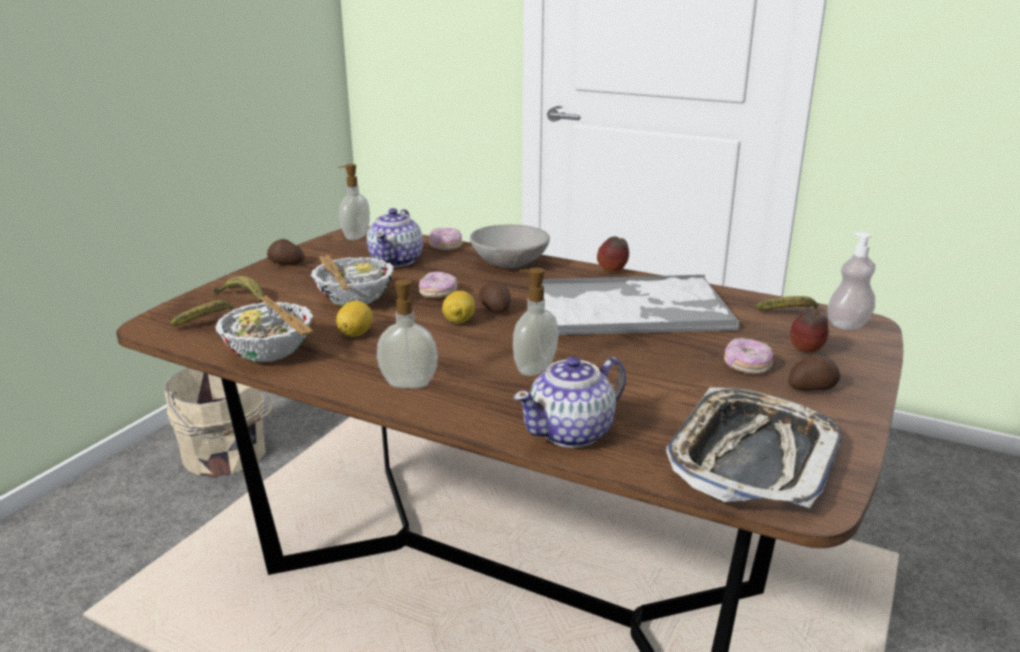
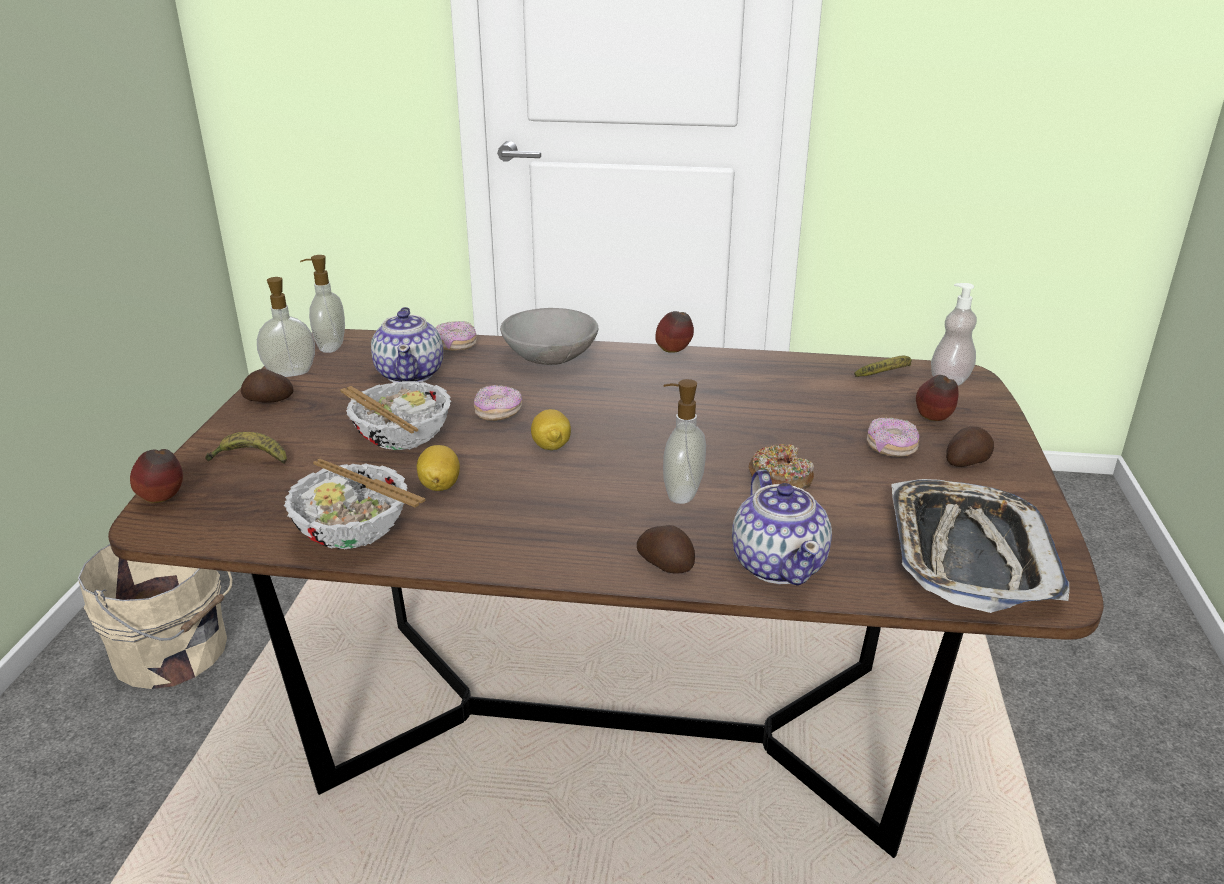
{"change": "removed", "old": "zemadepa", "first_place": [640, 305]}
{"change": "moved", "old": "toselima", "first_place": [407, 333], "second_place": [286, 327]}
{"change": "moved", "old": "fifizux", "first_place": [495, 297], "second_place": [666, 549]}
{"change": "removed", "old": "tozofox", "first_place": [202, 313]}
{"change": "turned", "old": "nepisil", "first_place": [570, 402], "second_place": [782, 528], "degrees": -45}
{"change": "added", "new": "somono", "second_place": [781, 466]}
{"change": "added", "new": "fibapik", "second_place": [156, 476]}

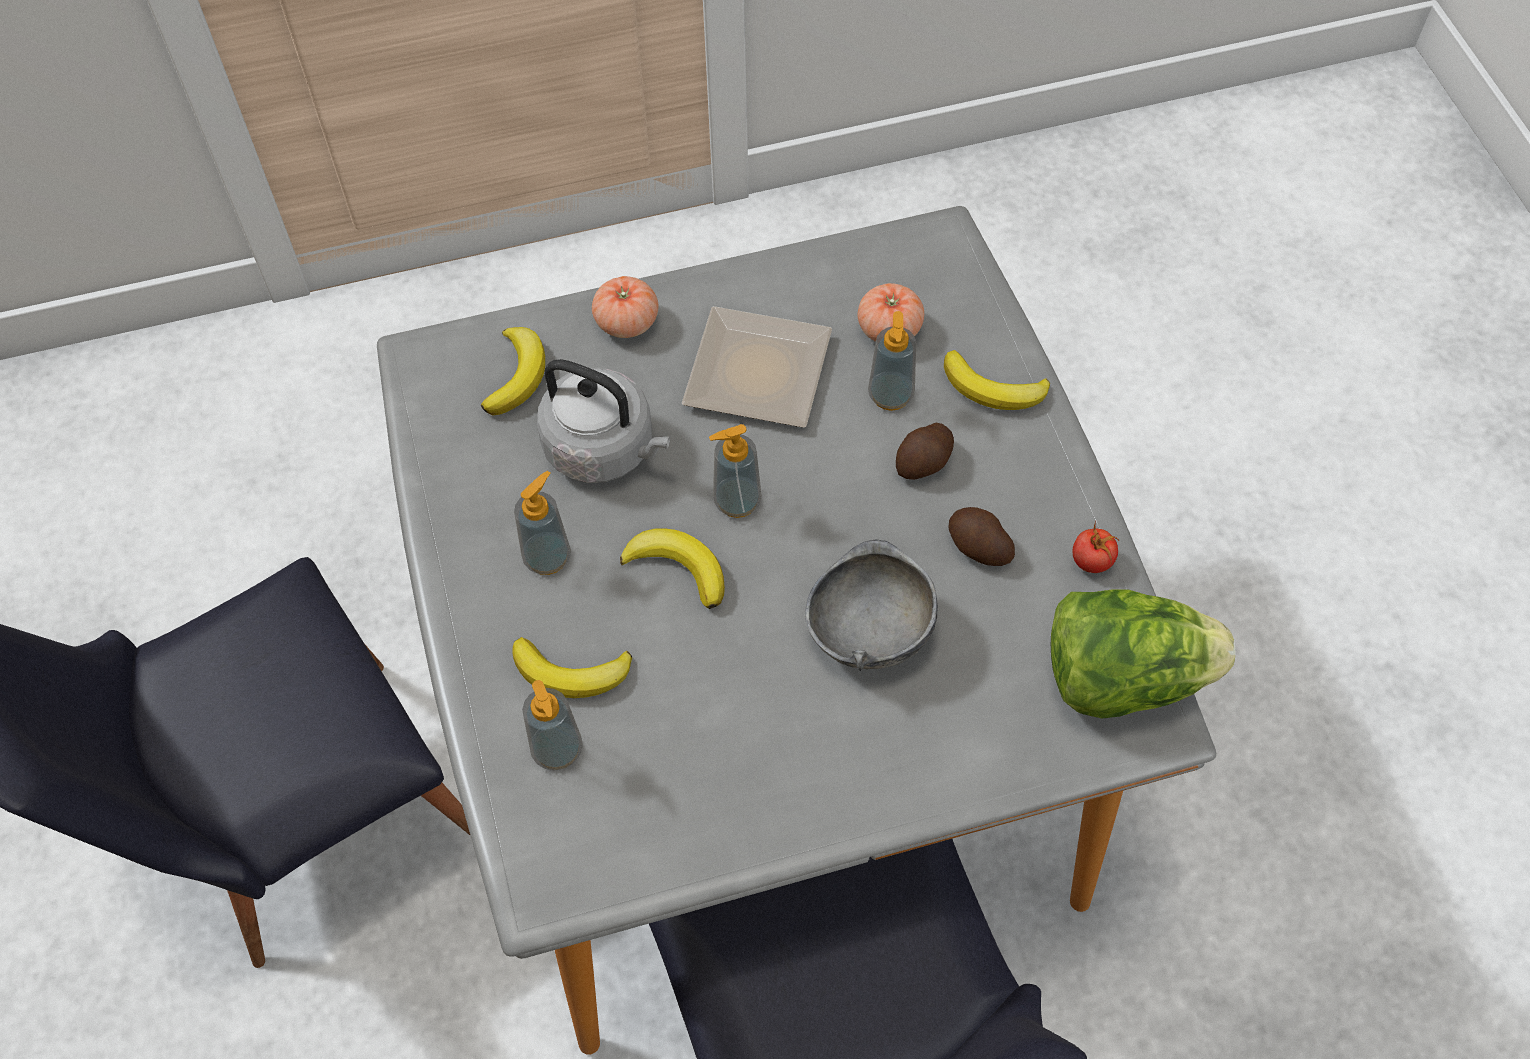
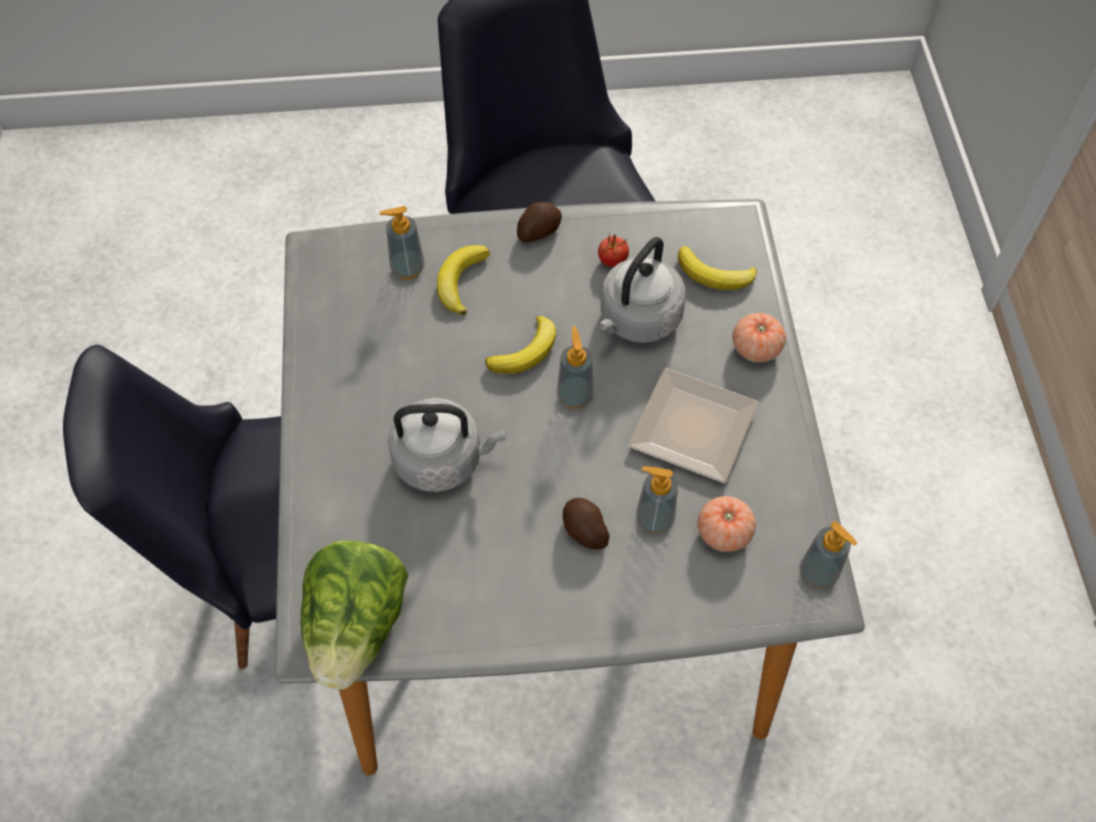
{"change": "removed", "old": "tozofox", "first_place": [997, 380]}
{"change": "moved", "old": "toselima", "first_place": [542, 523], "second_place": [829, 555]}
{"change": "moved", "old": "fifizux", "first_place": [981, 536], "second_place": [539, 222]}
{"change": "moved", "old": "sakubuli", "first_place": [1096, 547], "second_place": [613, 250]}
{"change": "replaced", "old": "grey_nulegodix", "new": "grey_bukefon", "first_place": [871, 605], "second_place": [446, 445]}

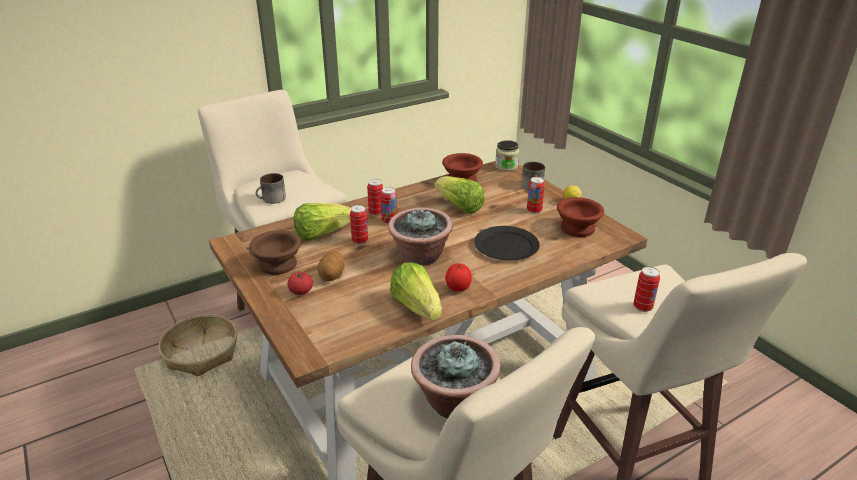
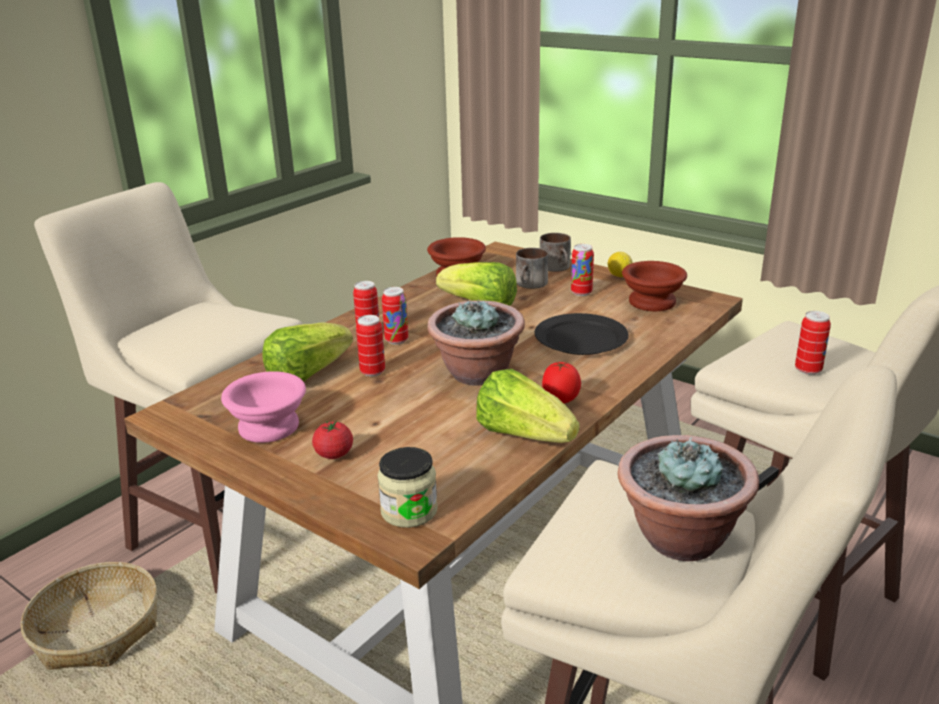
{"change": "moved", "old": "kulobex", "first_place": [507, 155], "second_place": [407, 487]}
{"change": "moved", "old": "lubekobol", "first_place": [271, 188], "second_place": [532, 268]}
{"change": "recoloured", "old": "brown_nulegodix", "new": "pink_nulegodix", "first_place": [275, 252], "second_place": [263, 407]}
{"change": "removed", "old": "fifizux", "first_place": [331, 266]}

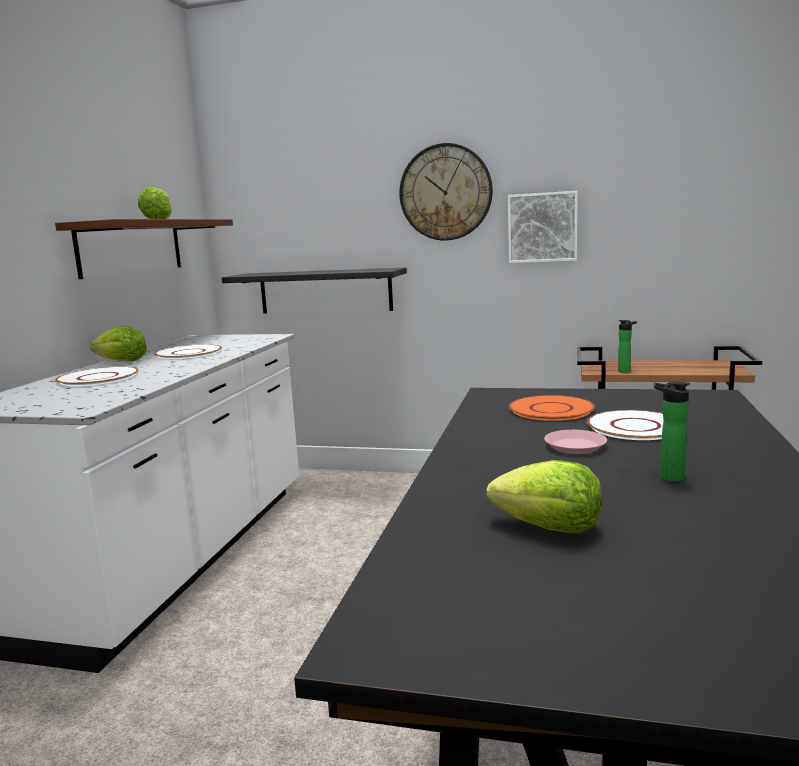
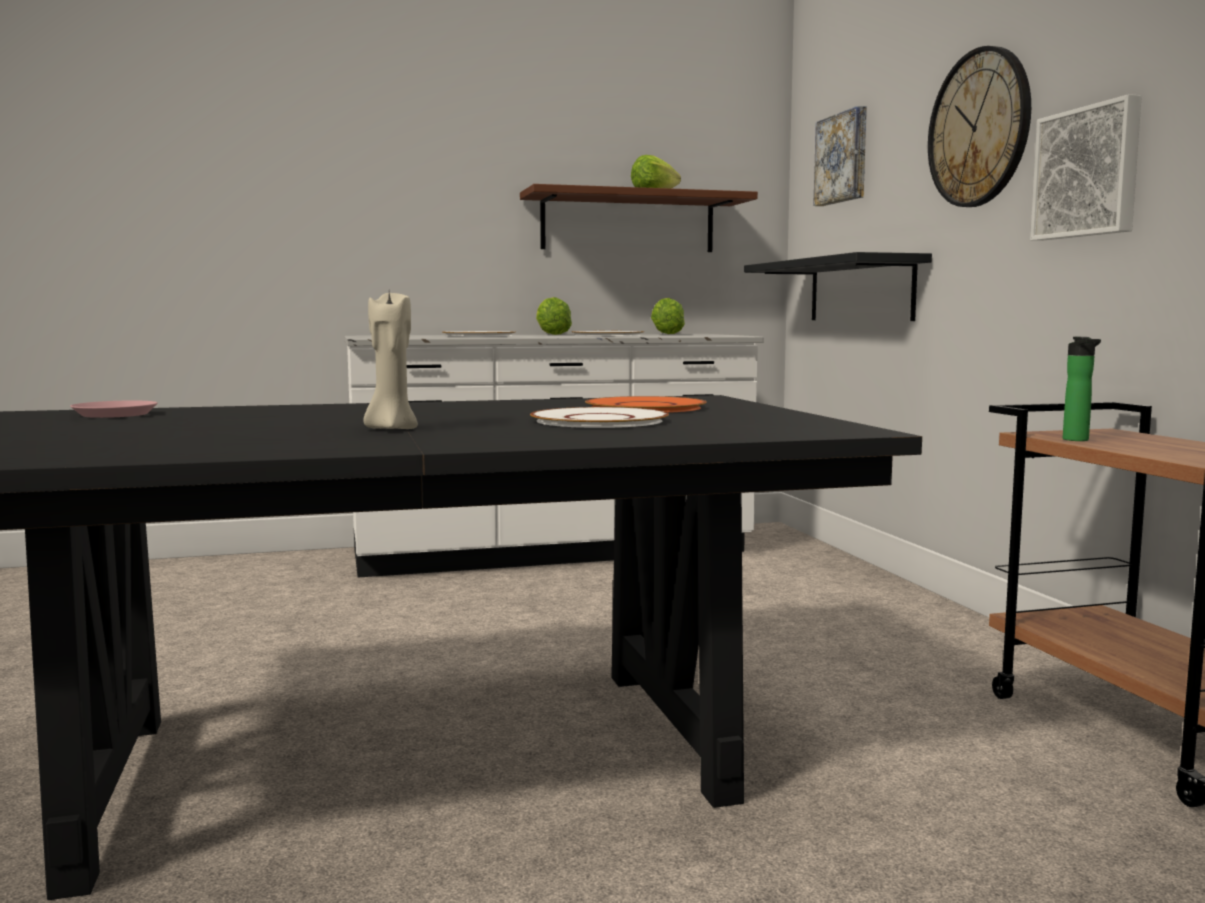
{"change": "replaced", "old": "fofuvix", "new": "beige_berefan", "first_place": [672, 432], "second_place": [391, 360]}
{"change": "moved", "old": "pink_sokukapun", "first_place": [575, 442], "second_place": [114, 409]}
{"change": "moved", "old": "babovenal", "first_place": [544, 497], "second_place": [668, 316]}
{"change": "added", "new": "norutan", "second_place": [840, 156]}

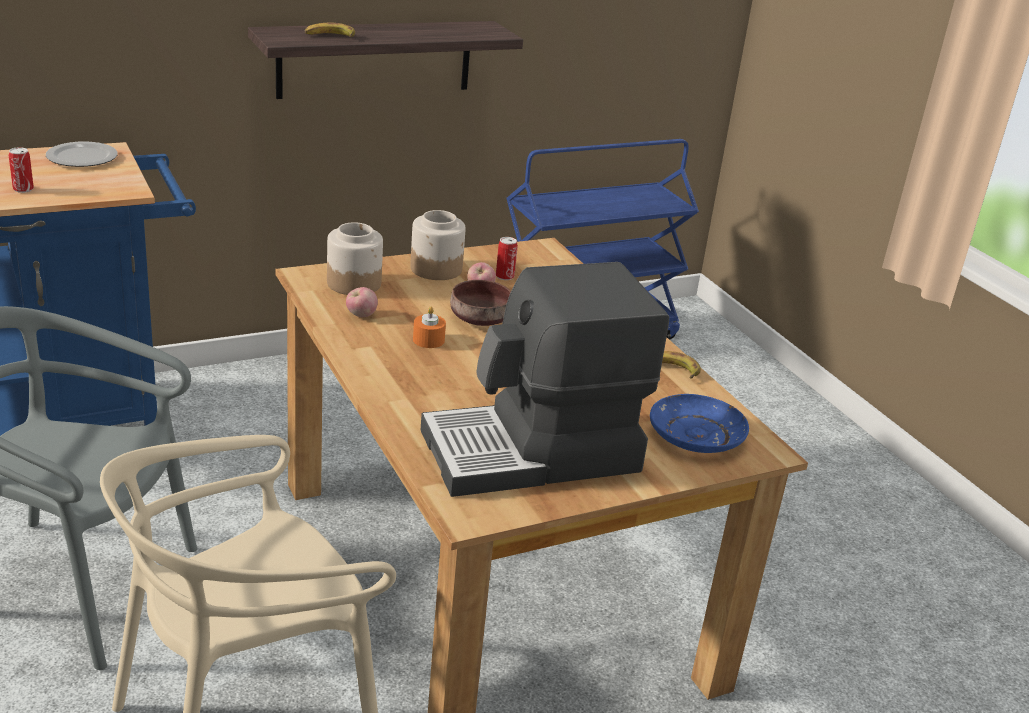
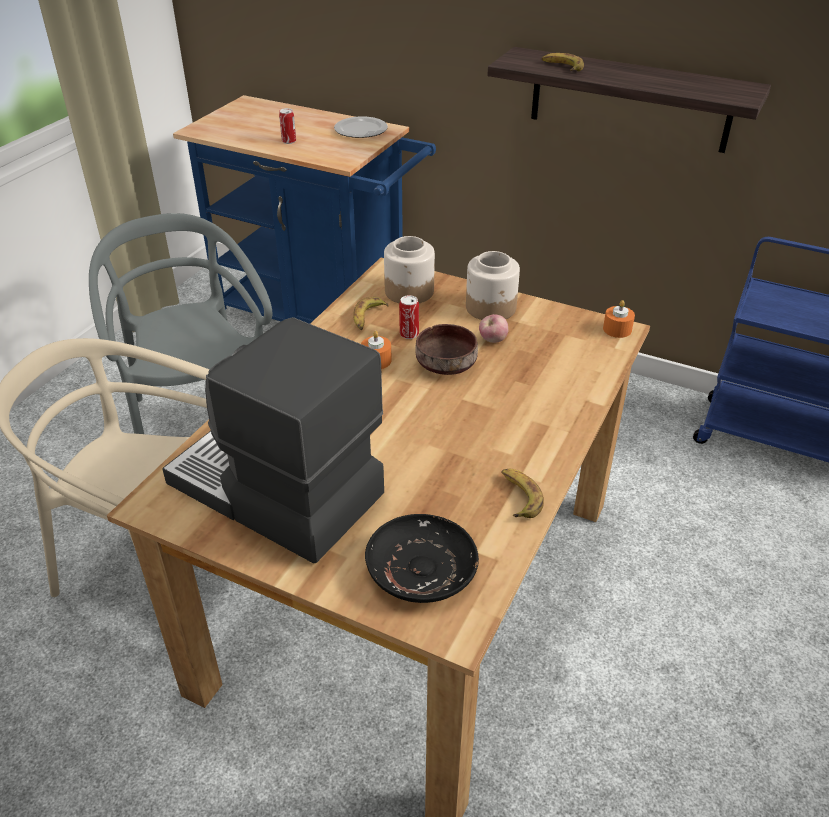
{"change": "moved", "old": "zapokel", "first_place": [507, 258], "second_place": [409, 317]}
{"change": "replaced", "old": "fibapik", "new": "tozofox", "first_place": [362, 302], "second_place": [371, 313]}
{"change": "recoloured", "old": "blue_sokukapun", "new": "black_sokukapun", "first_place": [699, 423], "second_place": [422, 558]}
{"change": "added", "new": "orange_berefan", "second_place": [619, 319]}

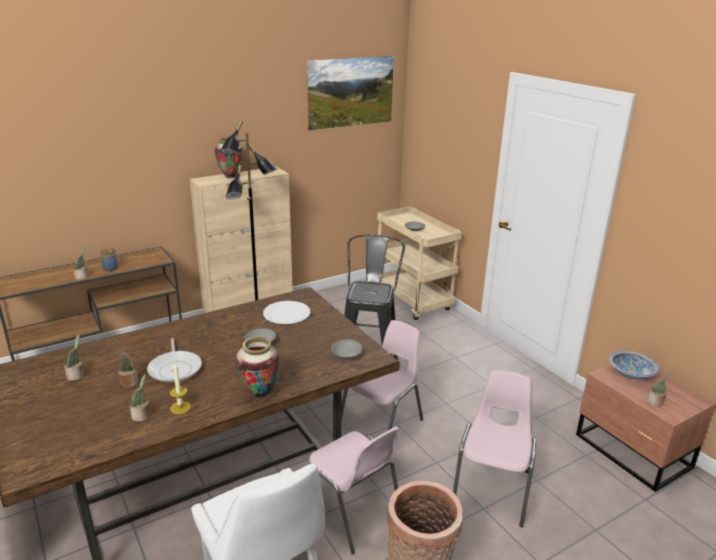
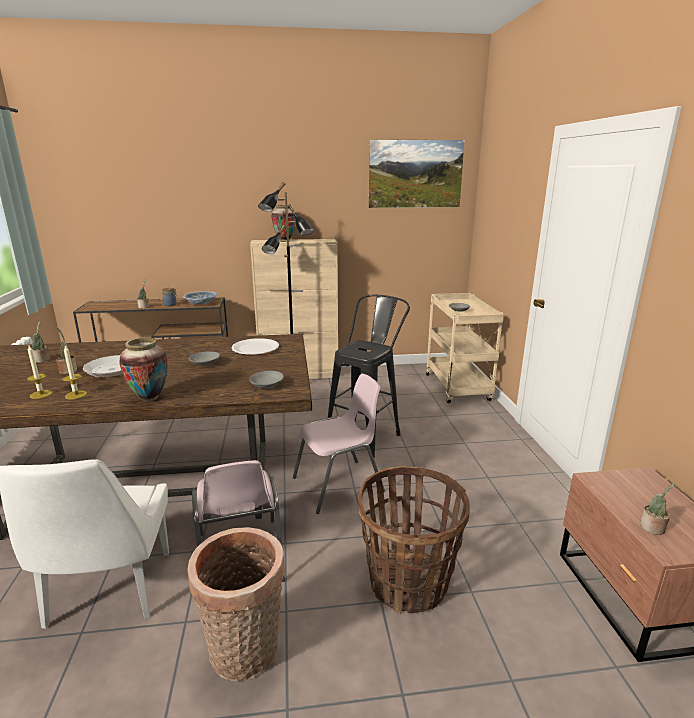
{"change": "moved", "old": "nulegodix", "first_place": [634, 365], "second_place": [200, 298]}
{"change": "replaced", "old": "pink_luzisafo", "new": "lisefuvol", "first_place": [494, 448], "second_place": [414, 540]}
{"change": "replaced", "old": "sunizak", "new": "berefan", "first_place": [139, 398], "second_place": [39, 372]}

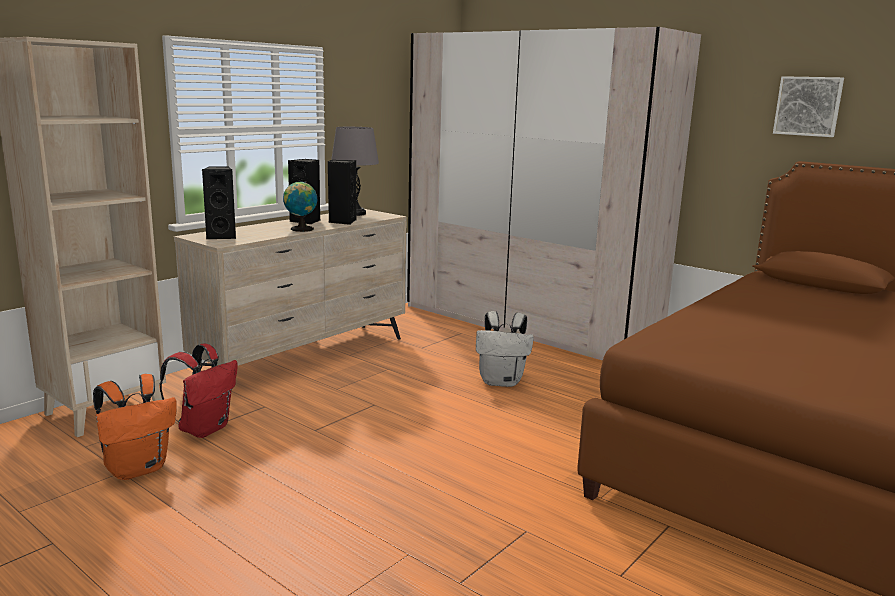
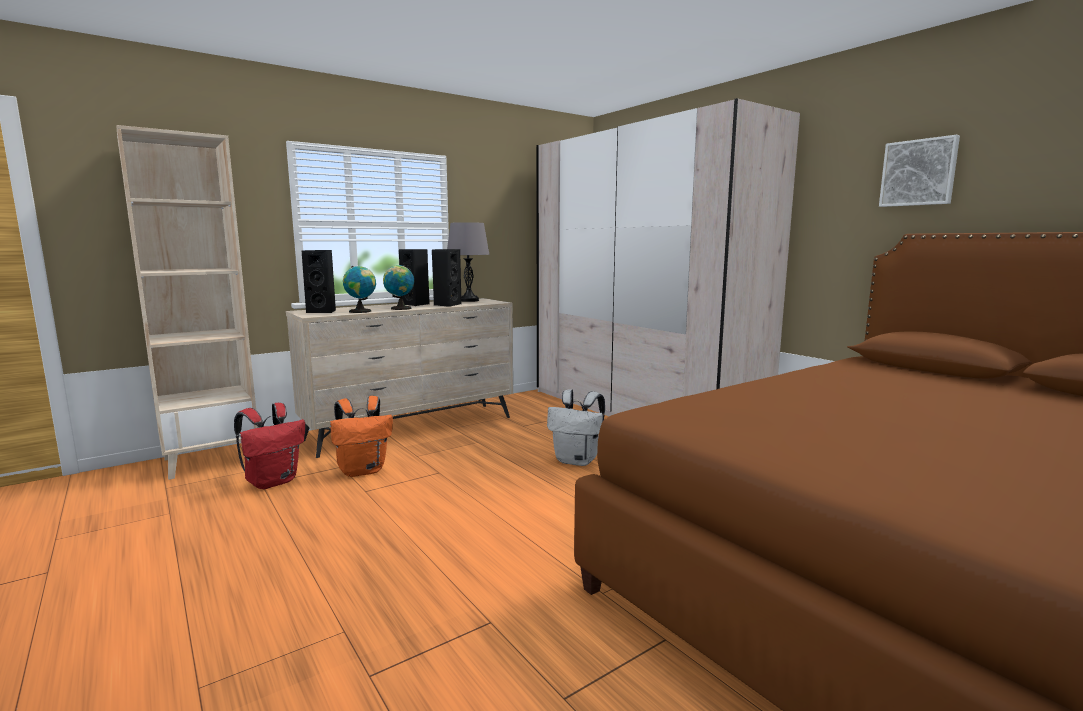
{"change": "moved", "old": "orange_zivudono", "first_place": [135, 427], "second_place": [361, 436]}
{"change": "added", "new": "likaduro", "second_place": [359, 289]}

